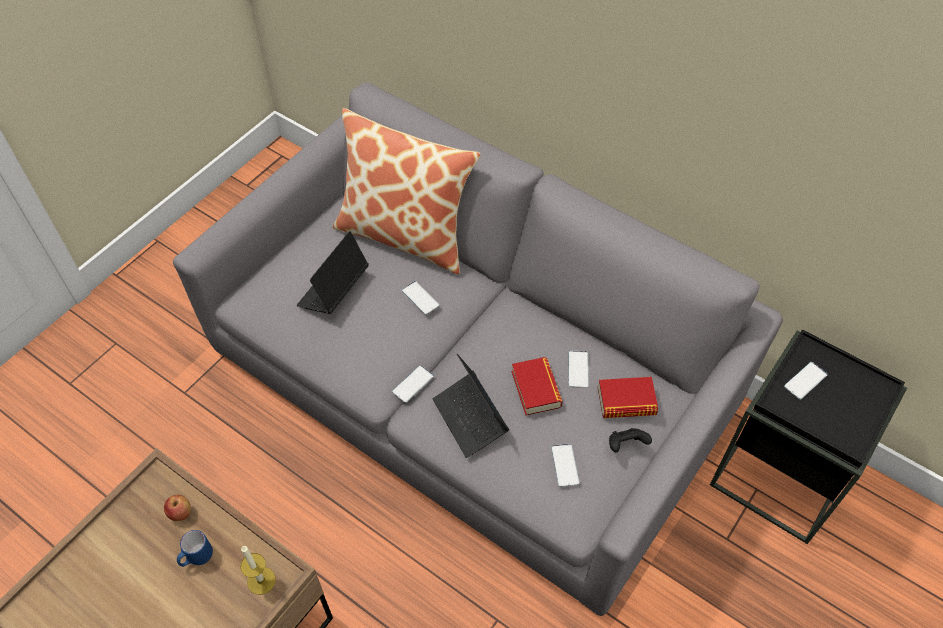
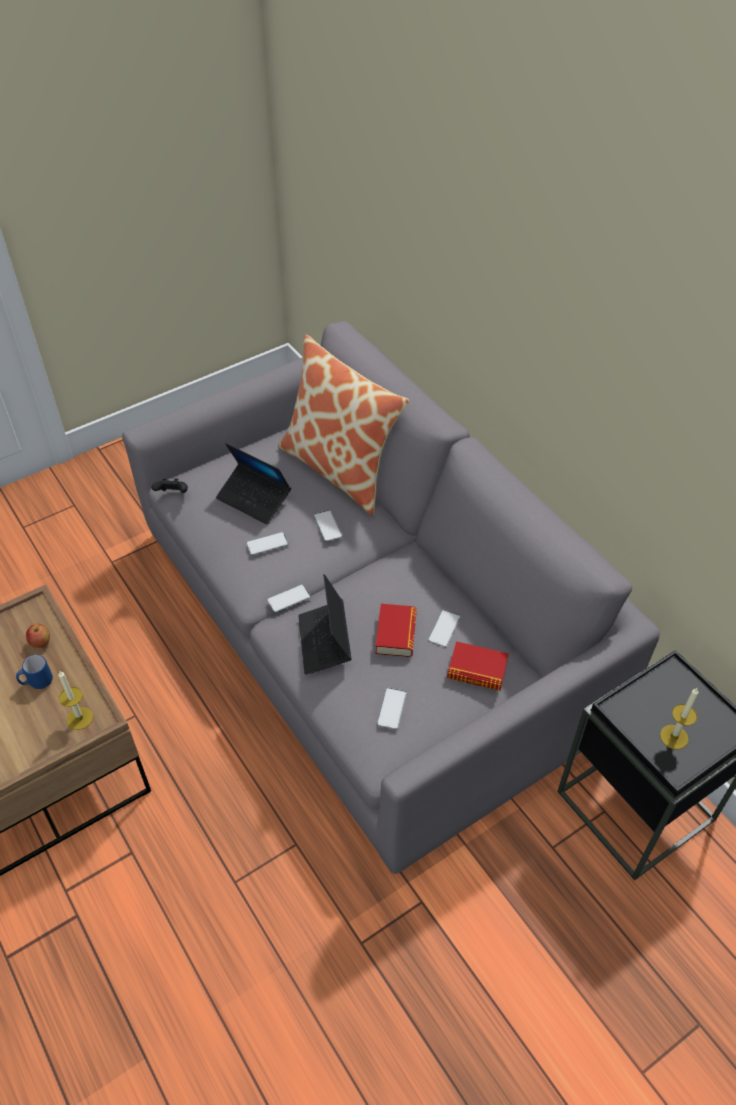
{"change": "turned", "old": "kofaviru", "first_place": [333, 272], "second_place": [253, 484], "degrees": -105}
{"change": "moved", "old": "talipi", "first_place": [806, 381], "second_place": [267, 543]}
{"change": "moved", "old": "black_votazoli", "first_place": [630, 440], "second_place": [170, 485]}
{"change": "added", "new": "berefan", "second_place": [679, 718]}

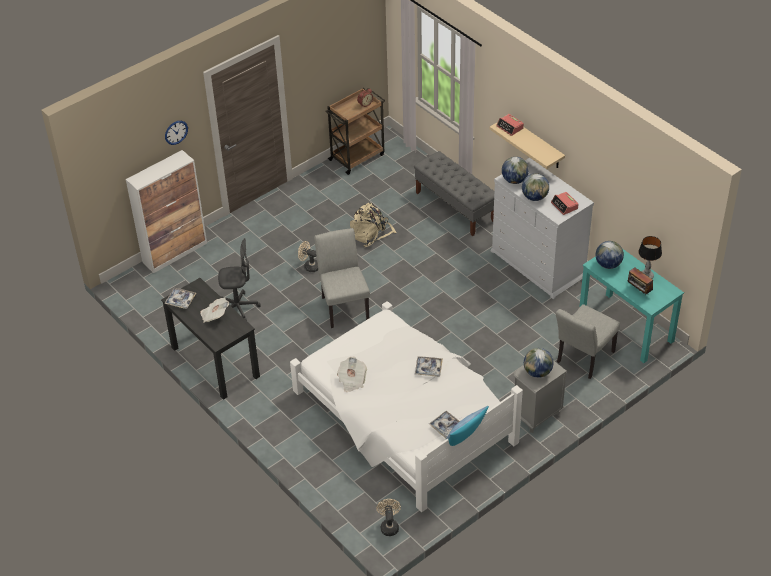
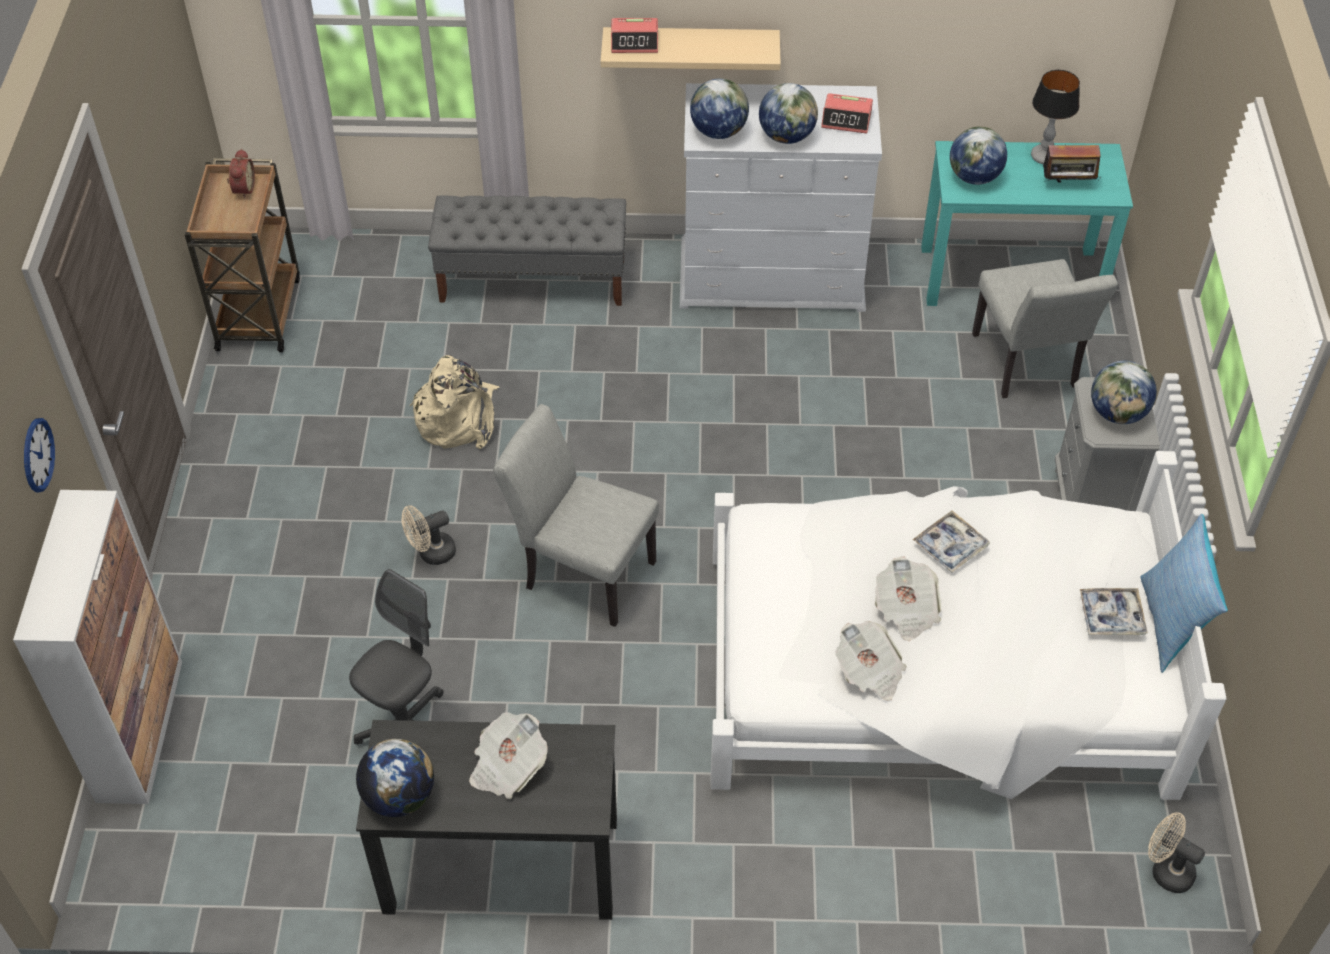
{"change": "replaced", "old": "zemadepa", "new": "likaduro", "first_place": [180, 298], "second_place": [395, 778]}
{"change": "added", "new": "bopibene", "second_place": [908, 598]}

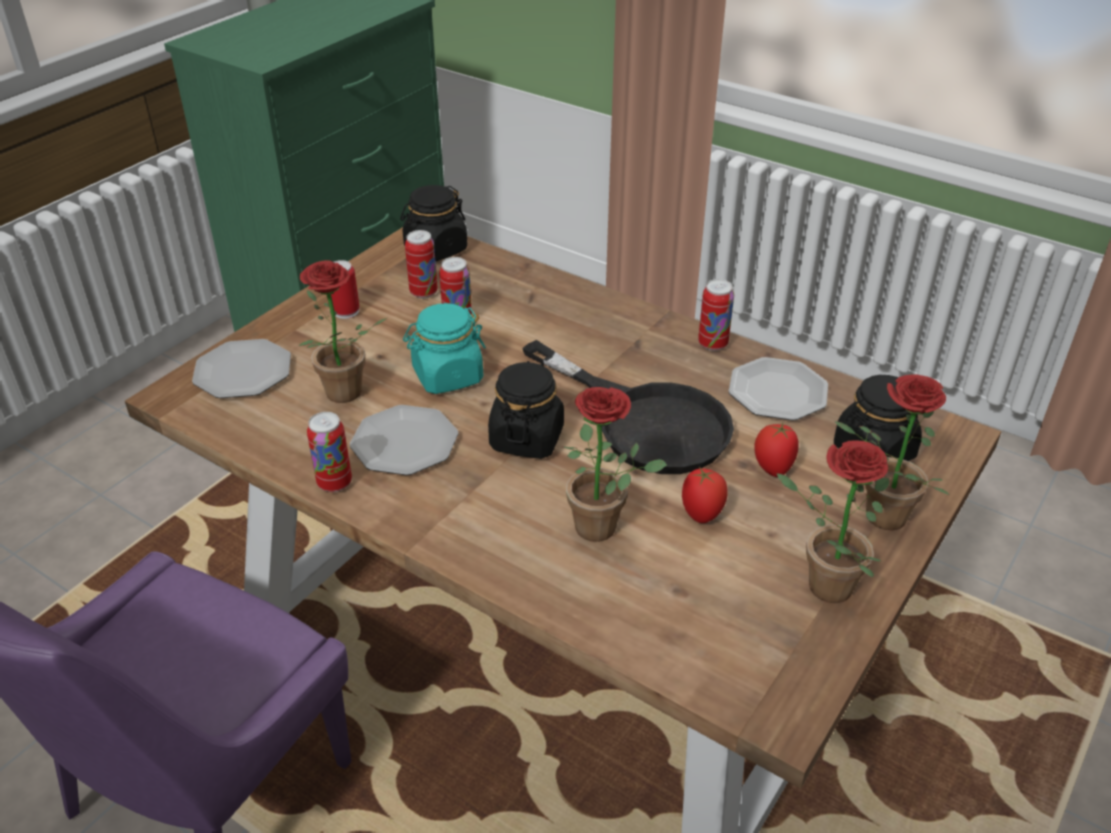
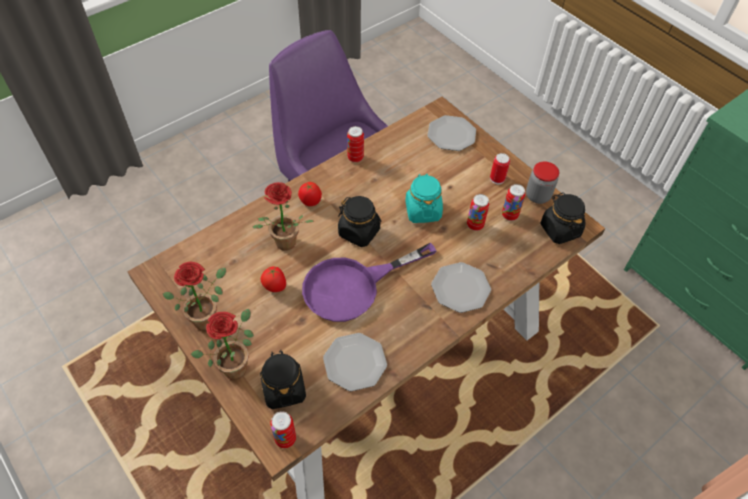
{"change": "removed", "old": "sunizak", "first_place": [342, 331]}
{"change": "moved", "old": "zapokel", "first_place": [716, 315], "second_place": [283, 429]}
{"change": "recoloured", "old": "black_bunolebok", "new": "purple_bunolebok", "first_place": [628, 407], "second_place": [369, 282]}
{"change": "moved", "old": "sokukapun", "first_place": [404, 440], "second_place": [461, 287]}
{"change": "moved", "old": "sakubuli", "first_place": [777, 450], "second_place": [310, 194]}
{"change": "added", "new": "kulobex", "second_place": [542, 182]}

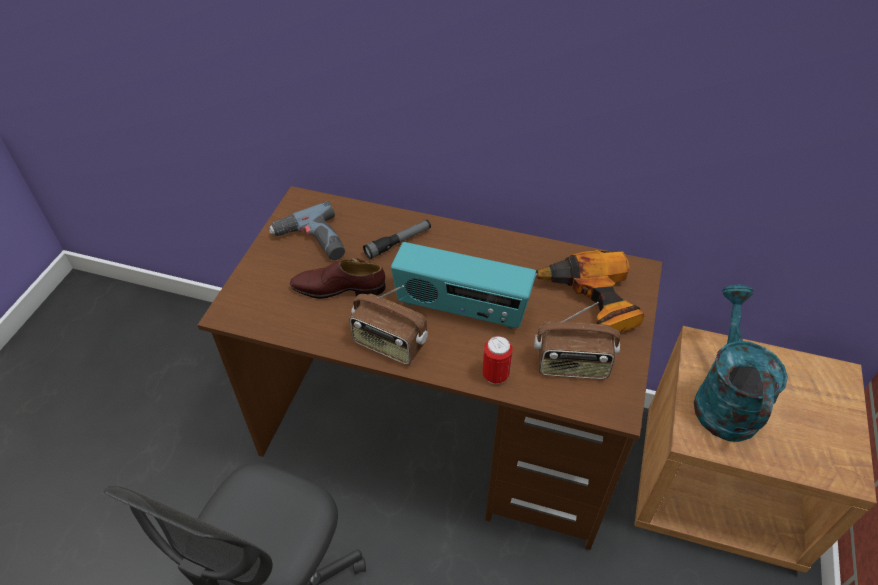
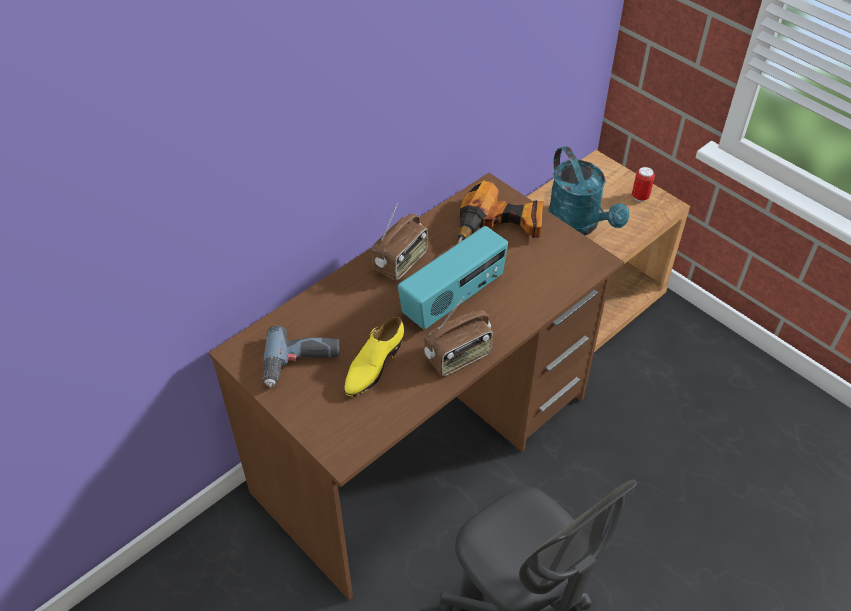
{"change": "removed", "old": "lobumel", "first_place": [397, 239]}
{"change": "recoloured", "old": "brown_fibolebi", "new": "yellow_fibolebi", "first_place": [338, 278], "second_place": [374, 356]}
{"change": "turned", "old": "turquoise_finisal", "first_place": [740, 363], "second_place": [588, 190], "degrees": -150}
{"change": "moved", "old": "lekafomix", "first_place": [577, 340], "second_place": [400, 242]}
{"change": "moved", "old": "zapokel", "first_place": [497, 360], "second_place": [643, 184]}

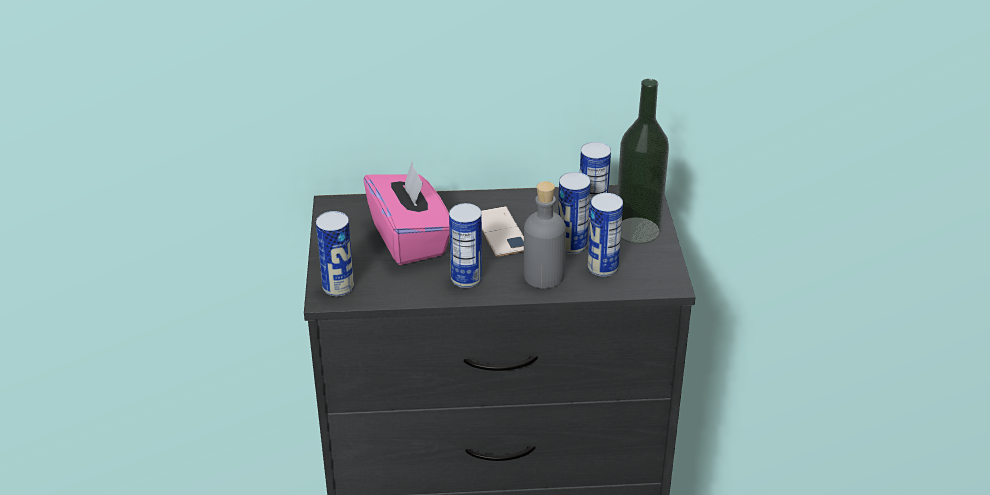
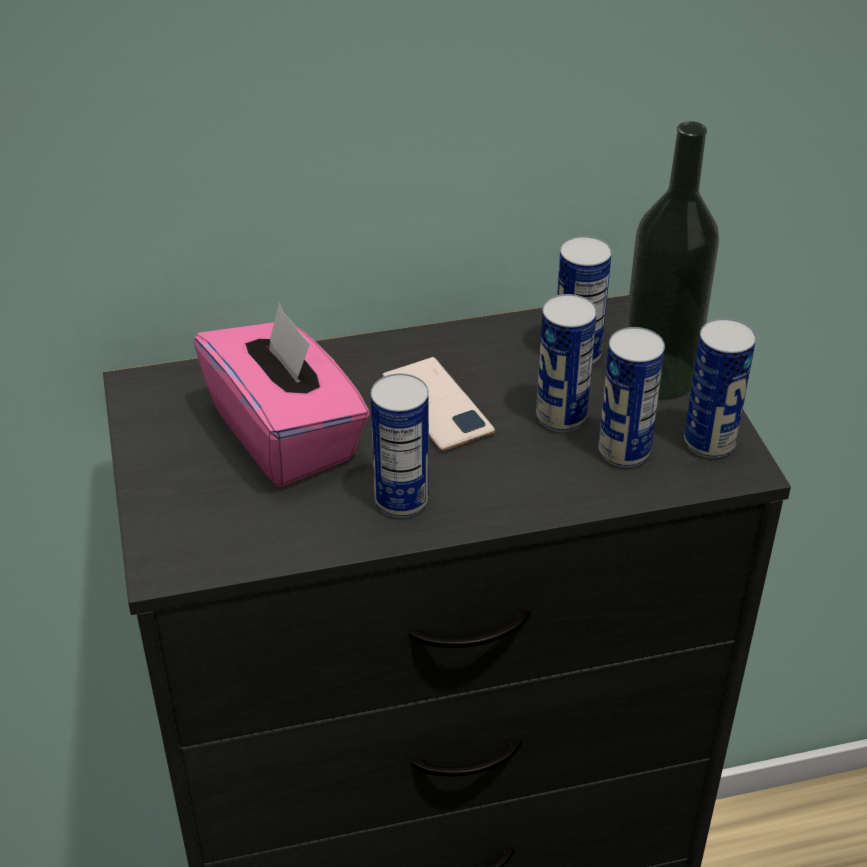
{"change": "removed", "old": "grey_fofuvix", "first_place": [545, 235]}
{"change": "moved", "old": "zapokel", "first_place": [335, 253], "second_place": [720, 388]}

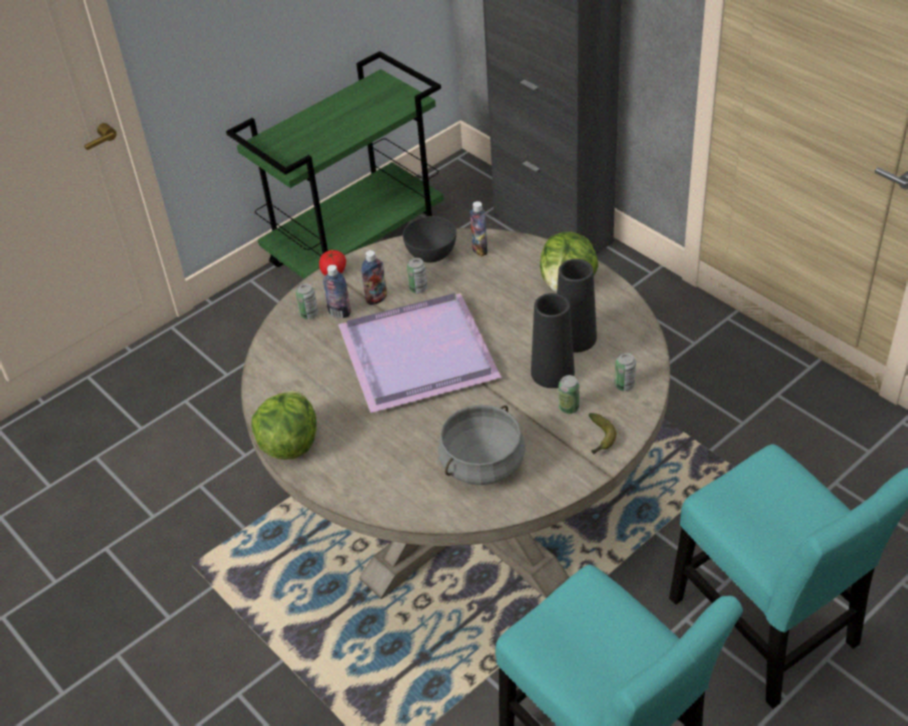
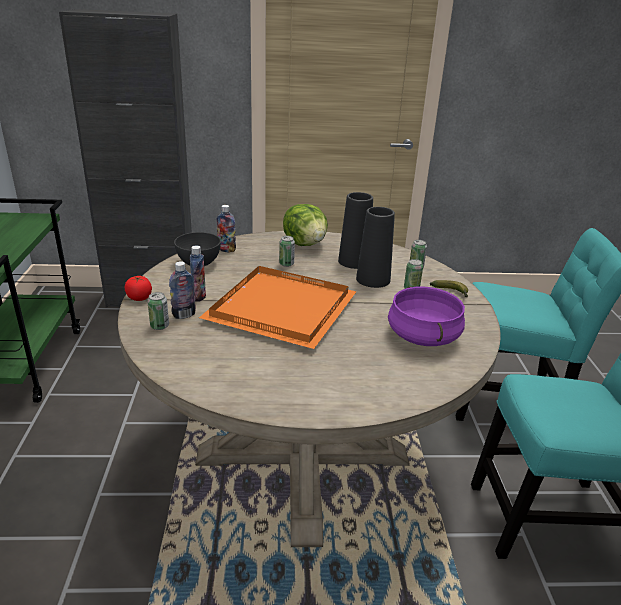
{"change": "moved", "old": "zapokel", "first_place": [417, 276], "second_place": [287, 251]}
{"change": "recoloured", "old": "purple_zemadepa", "new": "orange_zemadepa", "first_place": [420, 353], "second_place": [277, 307]}
{"change": "removed", "old": "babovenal", "first_place": [284, 425]}
{"change": "recoloured", "old": "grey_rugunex", "new": "purple_rugunex", "first_place": [481, 445], "second_place": [426, 316]}

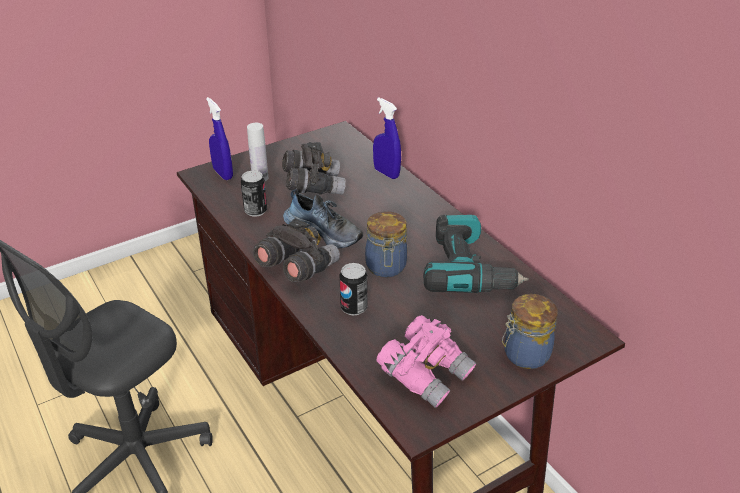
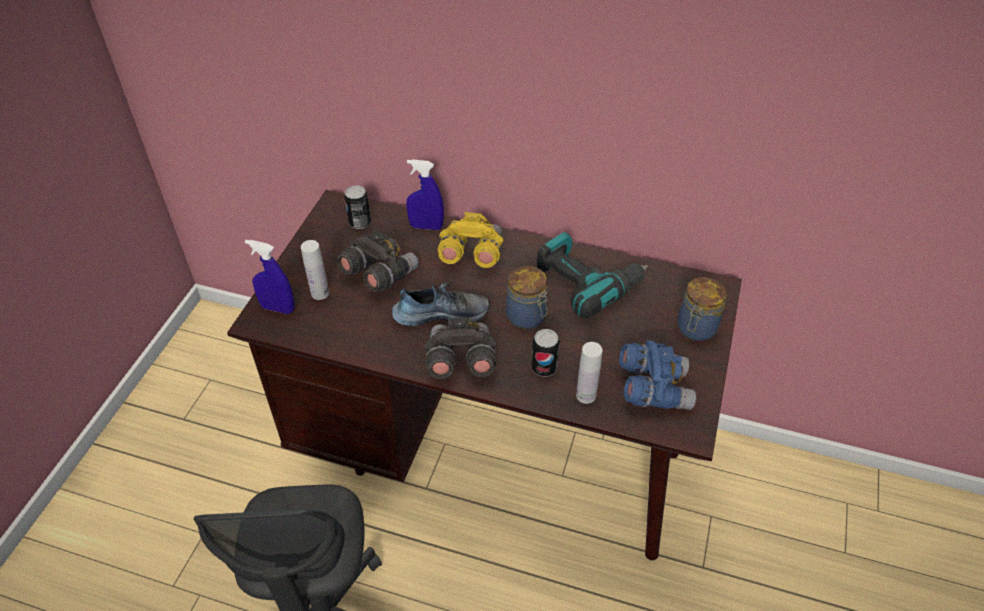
{"change": "moved", "old": "zapokel", "first_place": [254, 194], "second_place": [357, 207]}
{"change": "recoloured", "old": "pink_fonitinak", "new": "blue_fonitinak", "first_place": [427, 361], "second_place": [657, 375]}
{"change": "added", "new": "yellow_fonitinak", "second_place": [470, 240]}
{"change": "added", "new": "white_fofuvix", "second_place": [589, 373]}

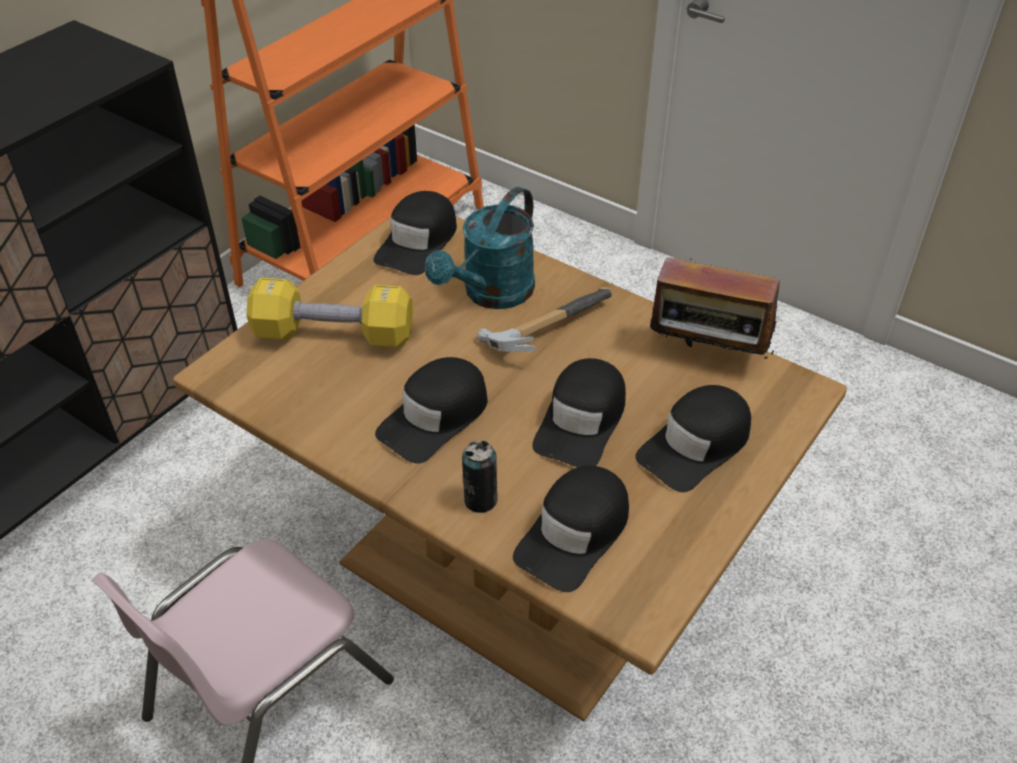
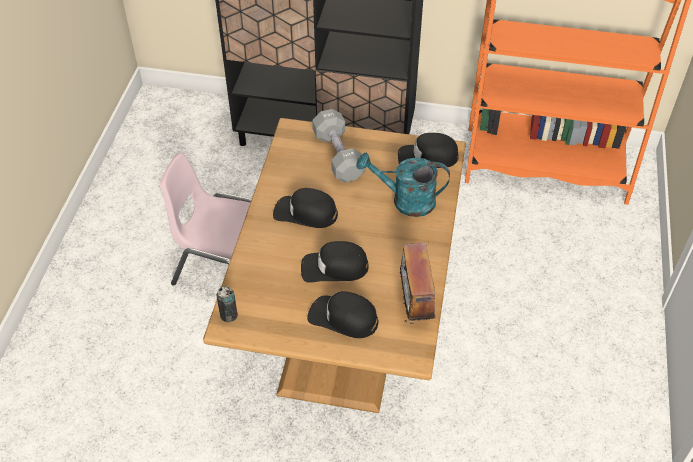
{"change": "recoloured", "old": "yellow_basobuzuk", "new": "grey_basobuzuk", "first_place": [329, 313], "second_place": [339, 146]}
{"change": "removed", "old": "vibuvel", "first_place": [544, 319]}
{"change": "moved", "old": "zapokel", "first_place": [480, 476], "second_place": [227, 304]}
{"change": "removed", "old": "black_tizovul", "first_place": [571, 529]}

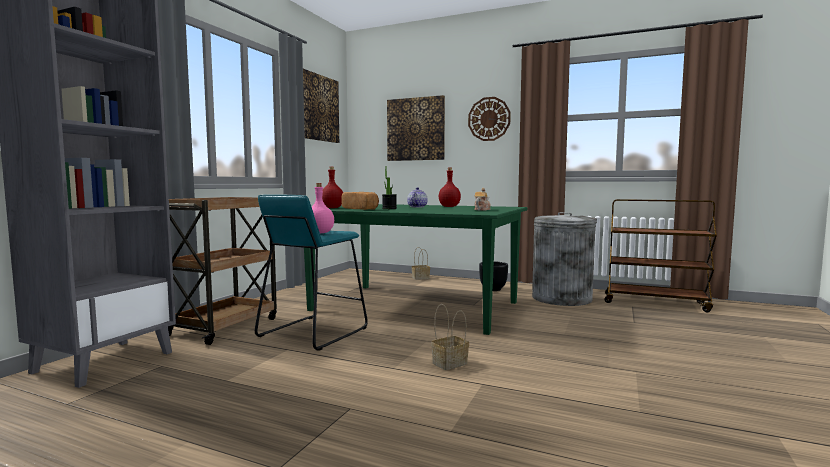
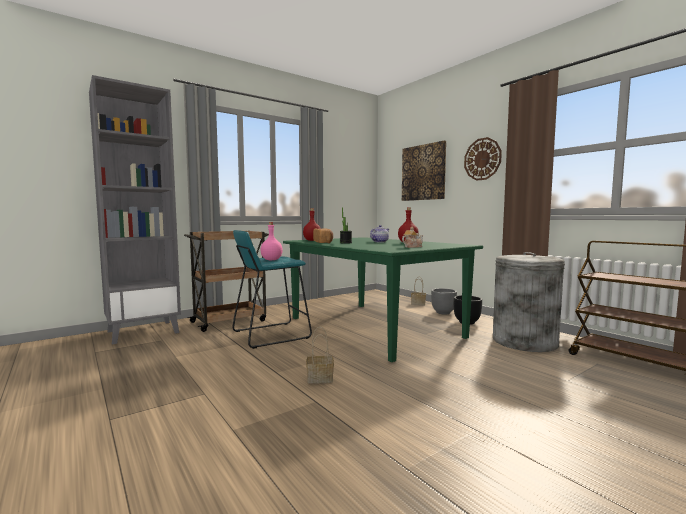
{"change": "removed", "old": "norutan", "first_place": [321, 106]}
{"change": "added", "new": "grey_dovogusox", "second_place": [444, 301]}

